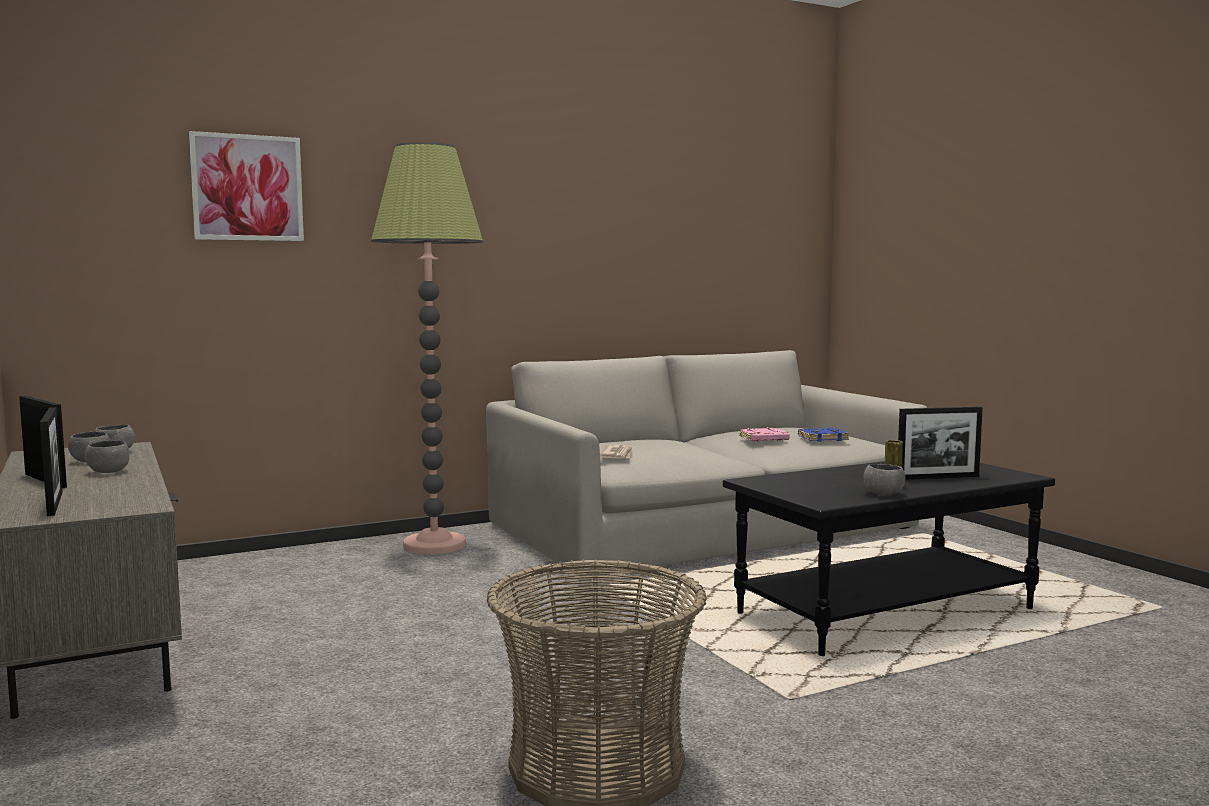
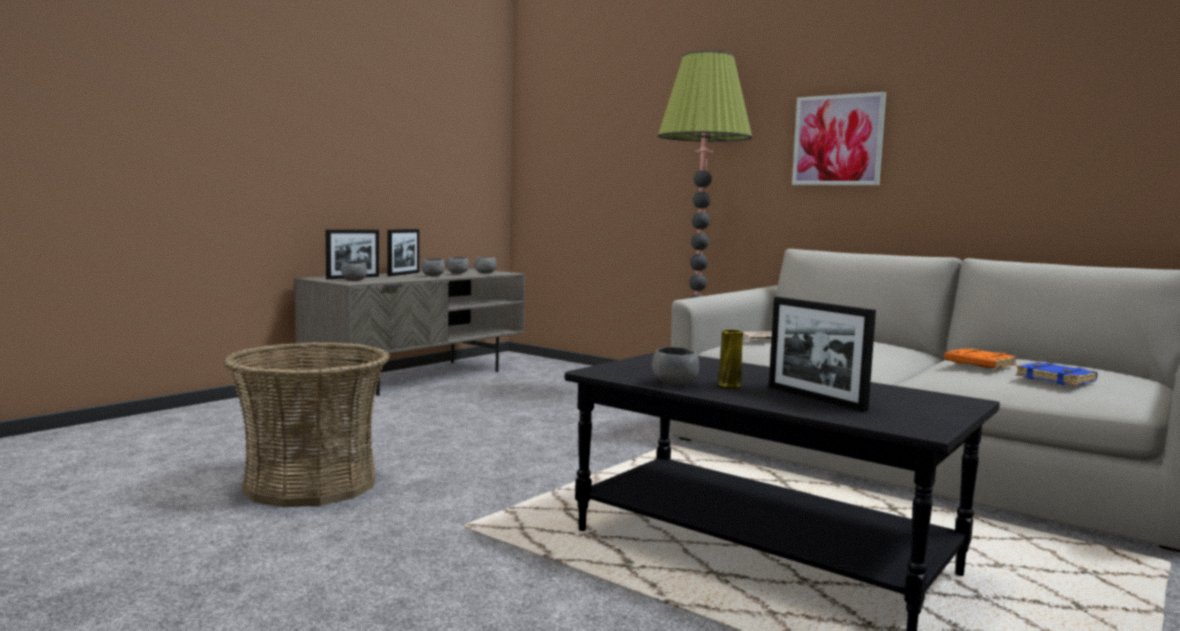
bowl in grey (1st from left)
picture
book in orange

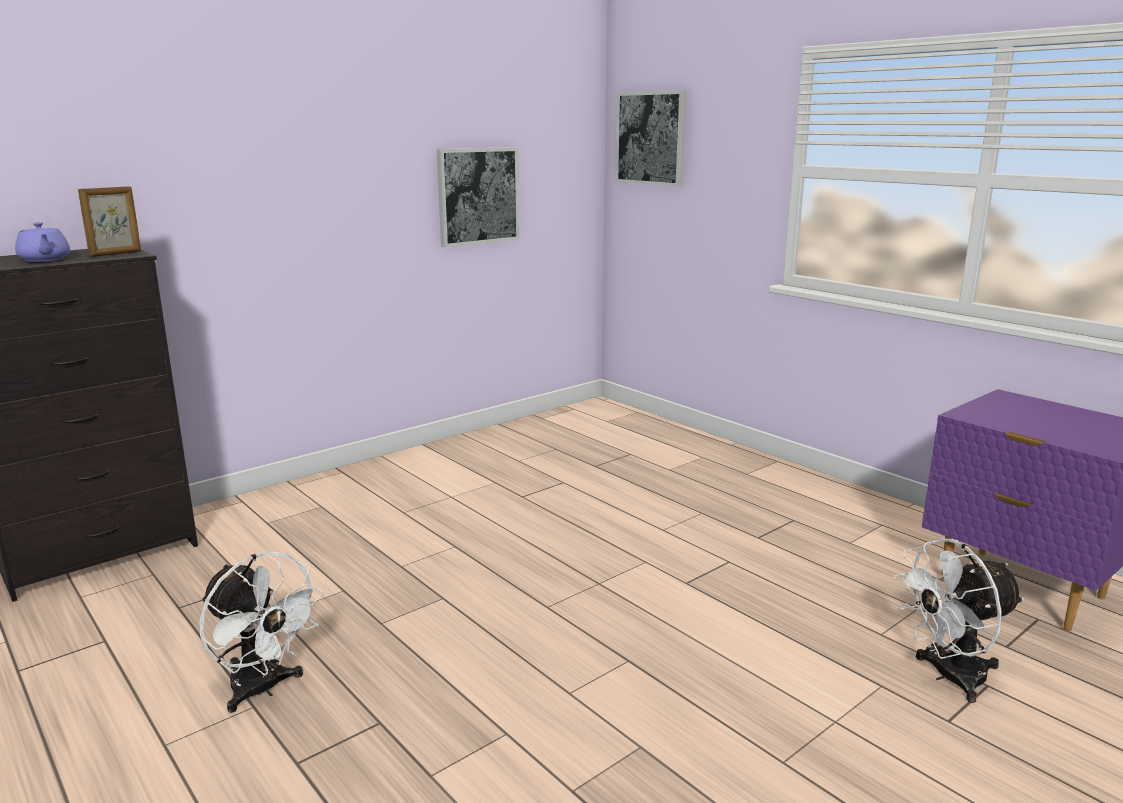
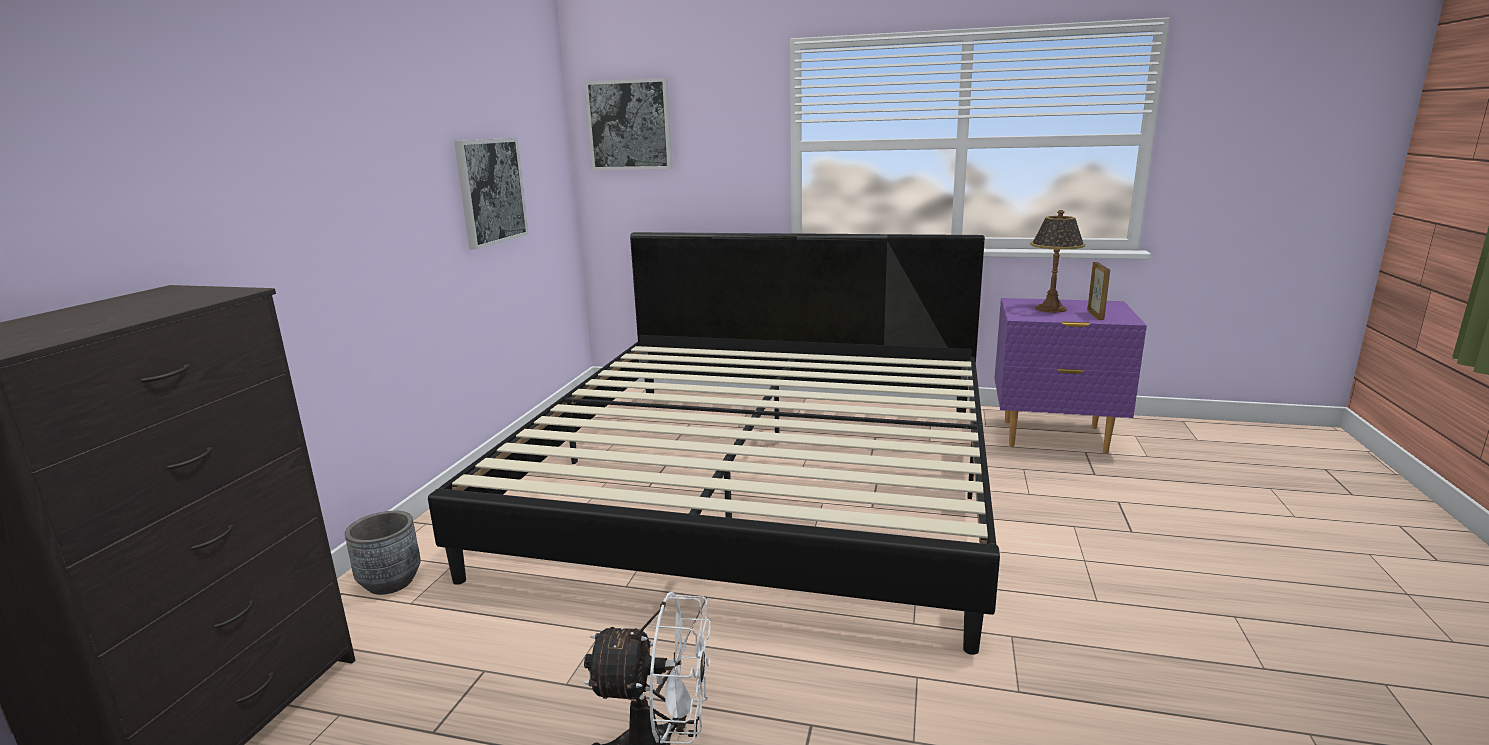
planter in grey
bed
table lamp
picture frame
teapot in purple
fan in white (2nd from left in the first image)

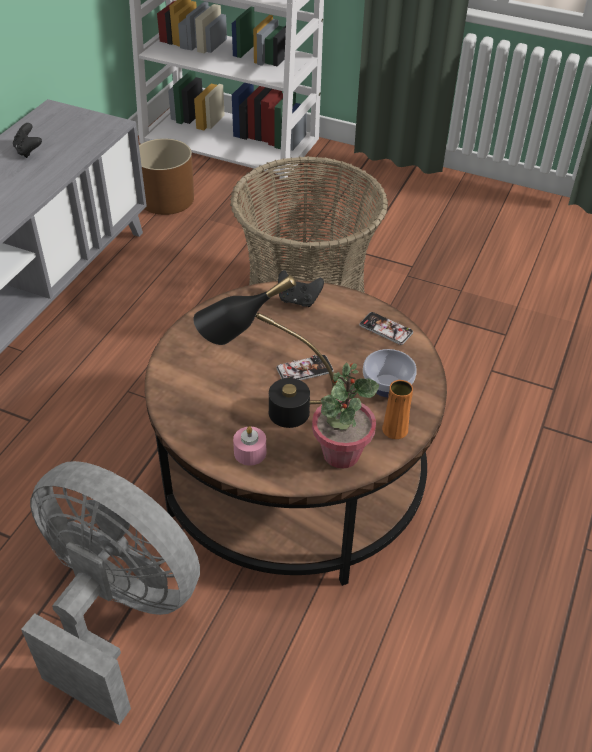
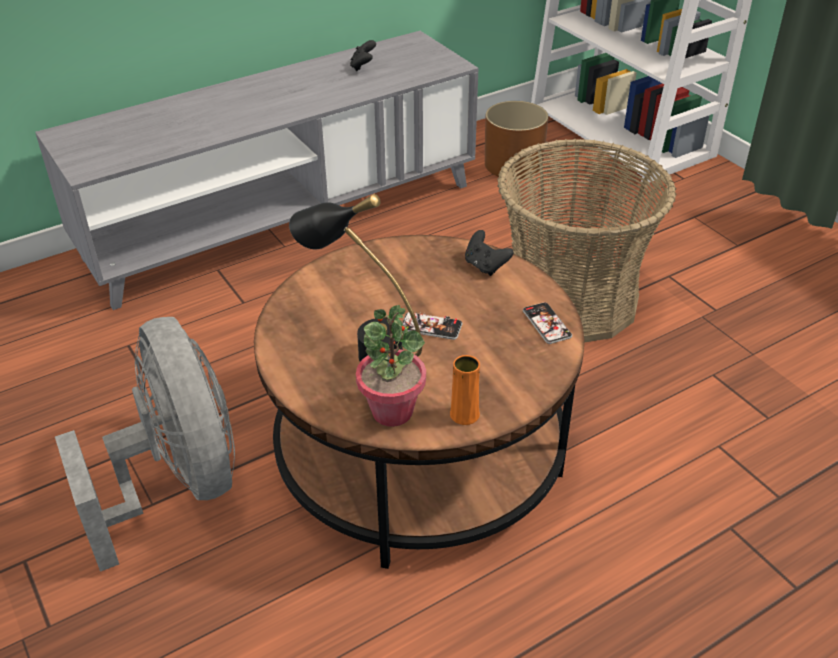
candle in pink
bowl

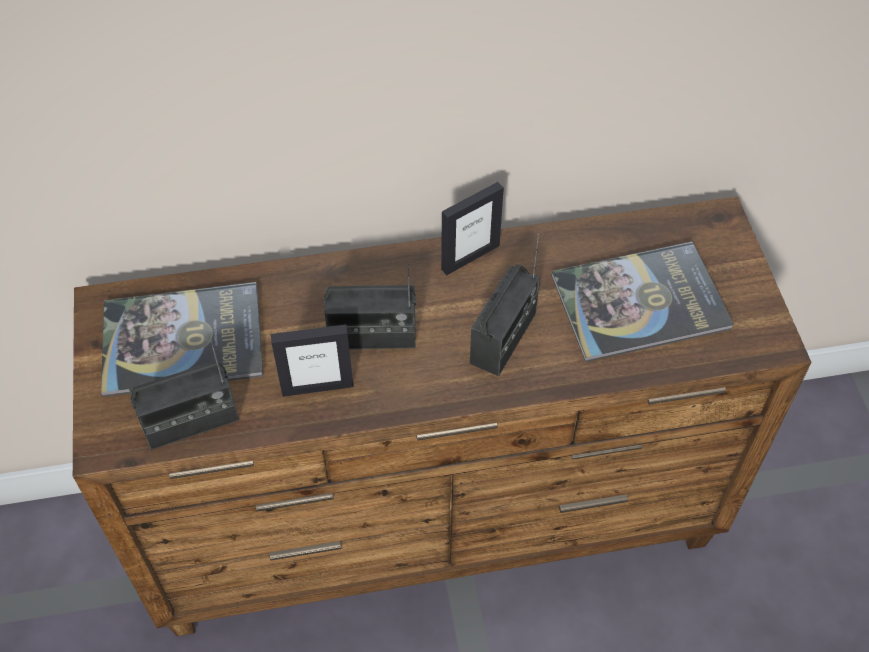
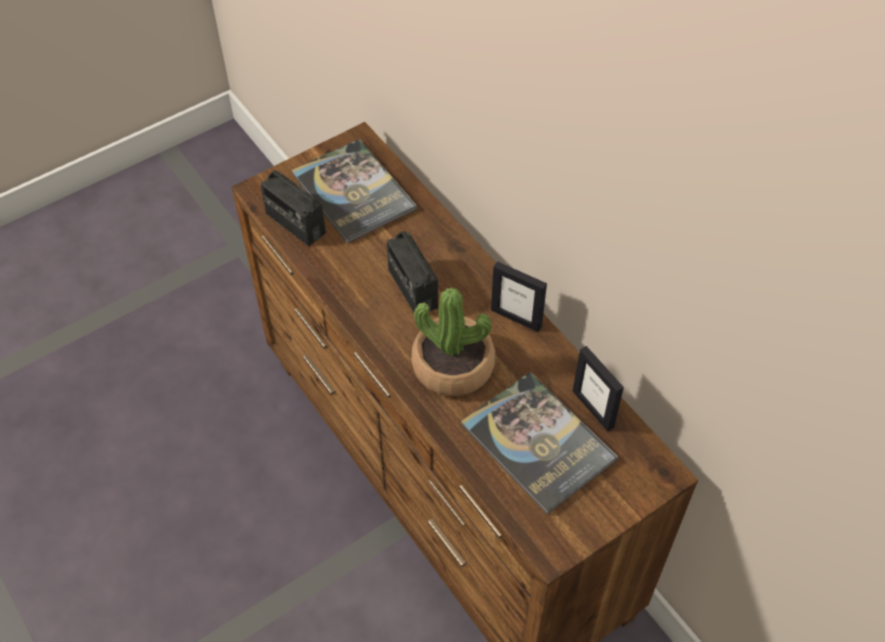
potted plant
picture frame (2nd from left)

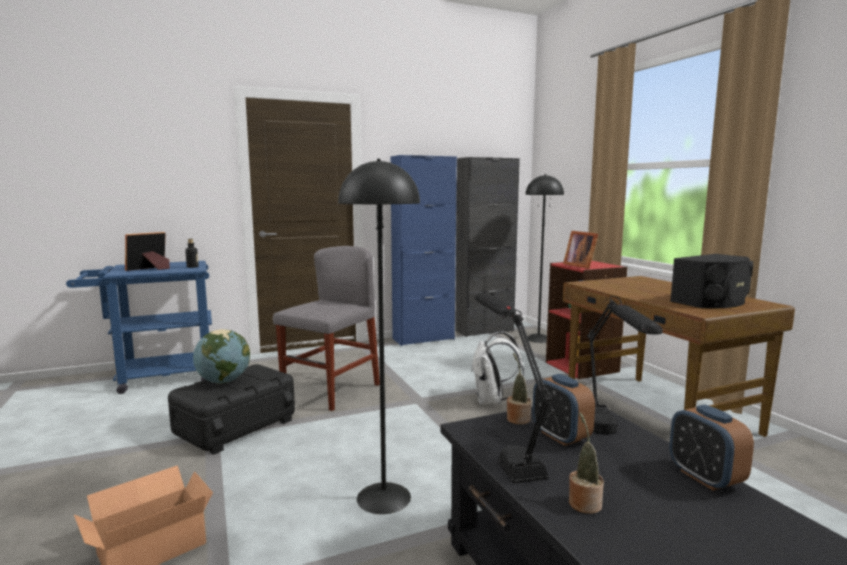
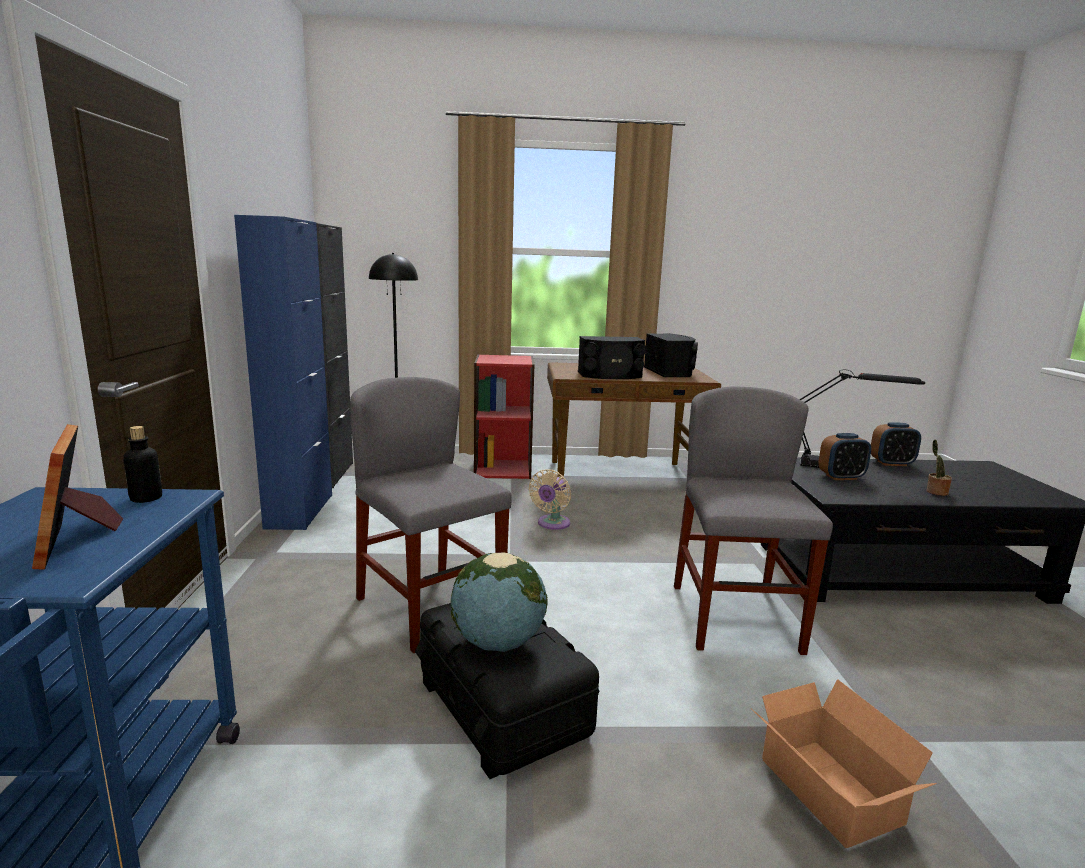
fan in beige
speaker in black (1st from left)
chair in grey (2nd from left)
table lamp in black (1st from left in the first image)
potted plant (1st from left in the first image)
picture frame (2nd from left in the first image)

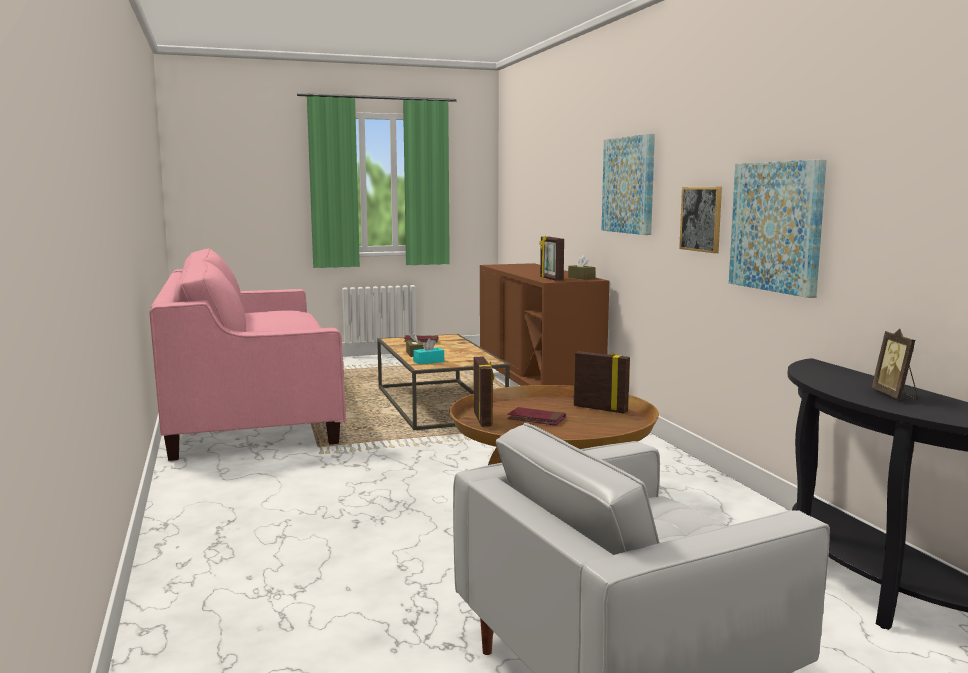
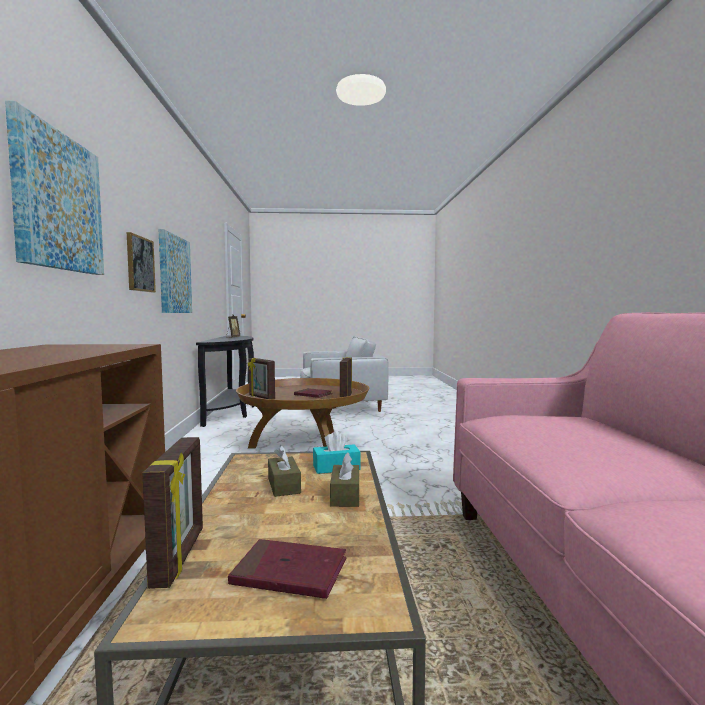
picture frame (1st from left)
tissue box in brown (1st from left)

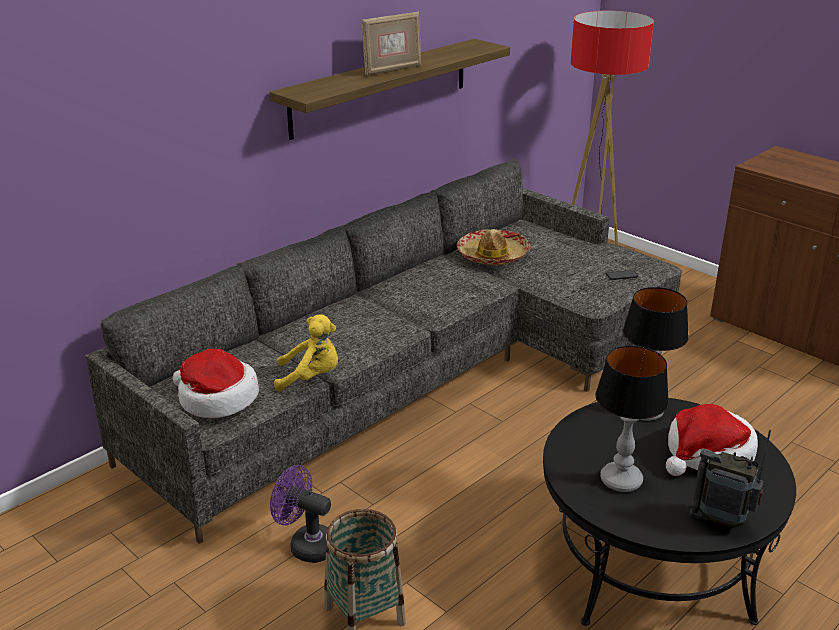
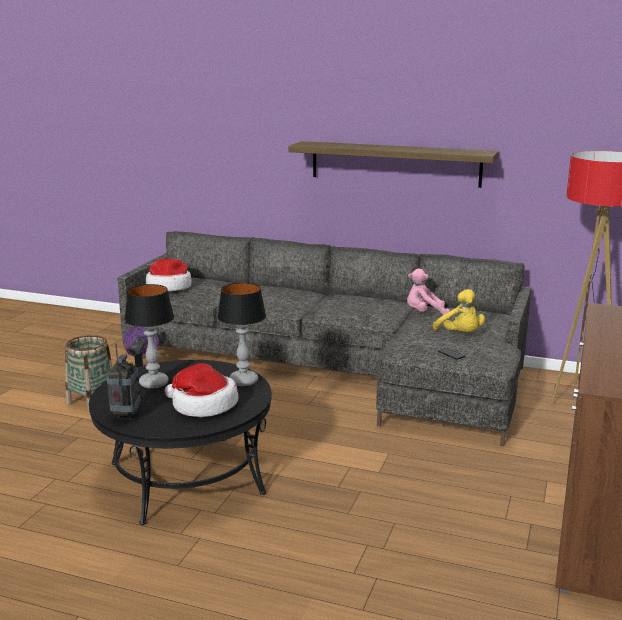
plush toy in pink
plush toy in yellow
picture frame

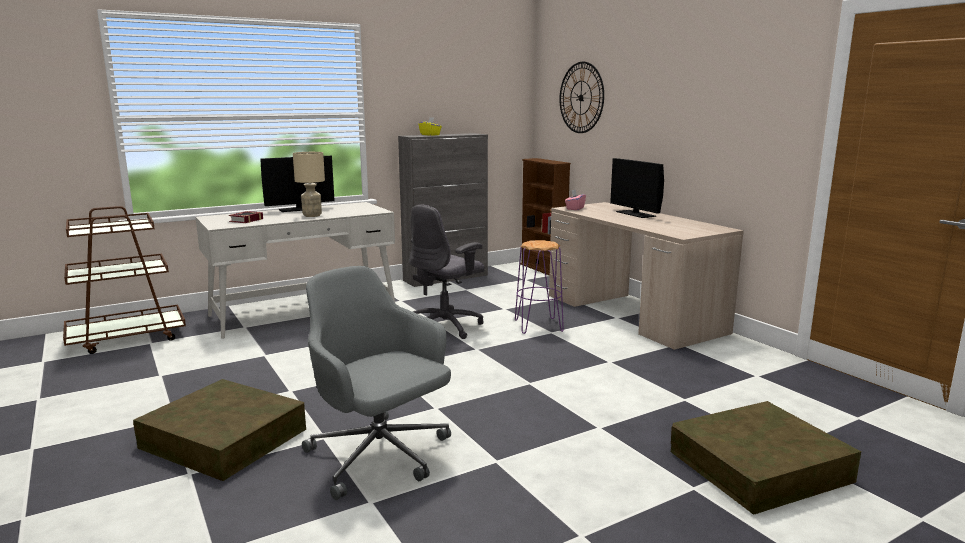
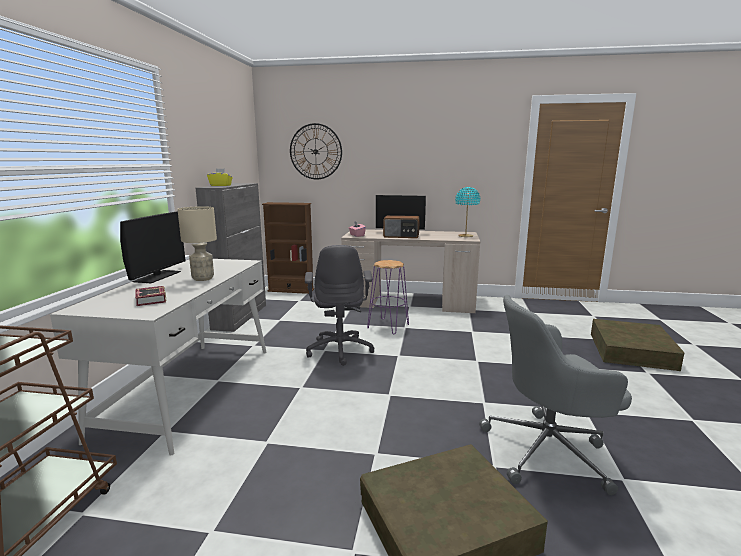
radio
table lamp in turquoise

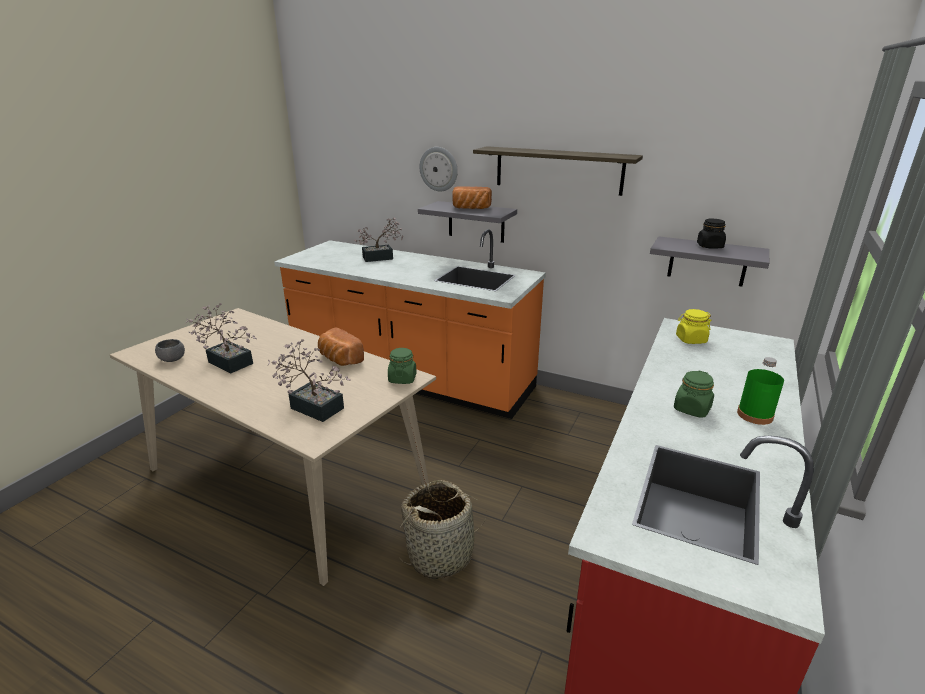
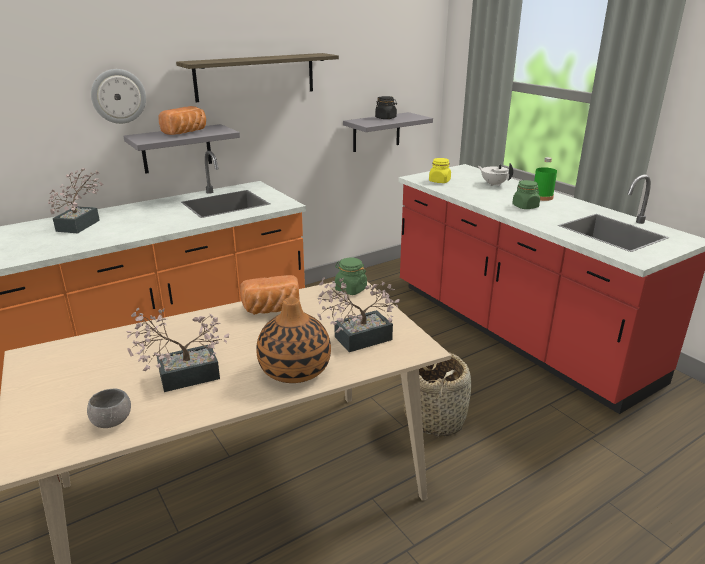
vase
teapot in white

